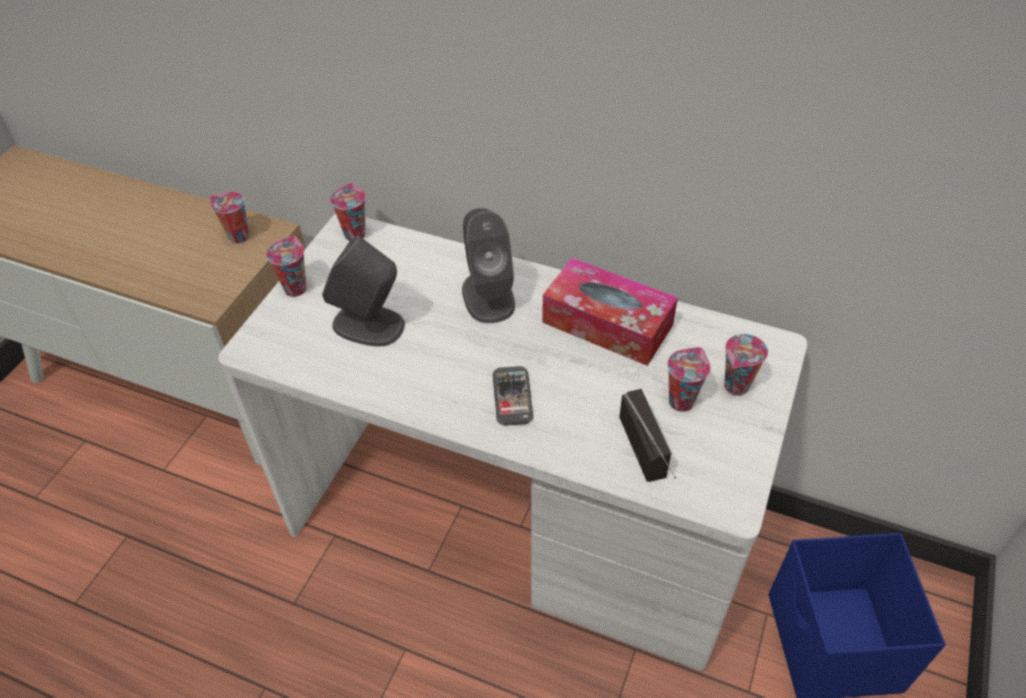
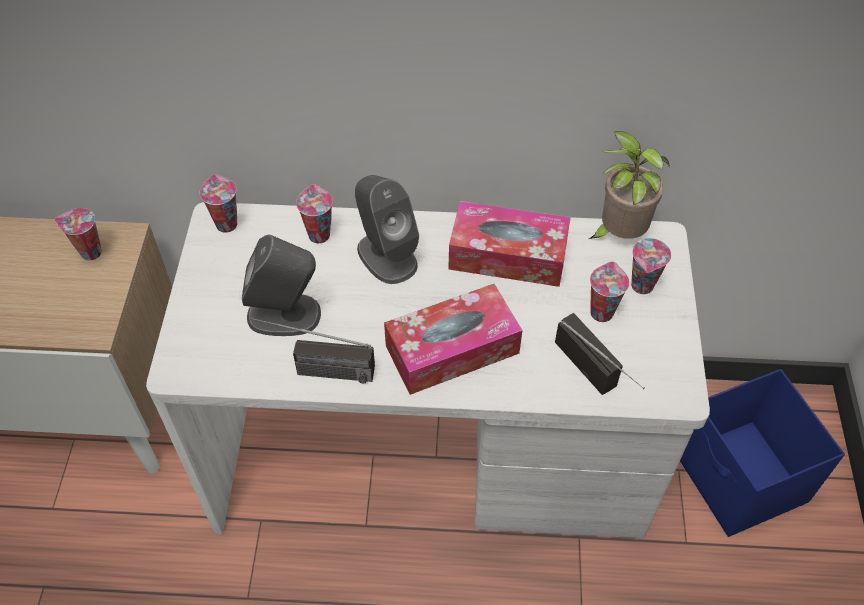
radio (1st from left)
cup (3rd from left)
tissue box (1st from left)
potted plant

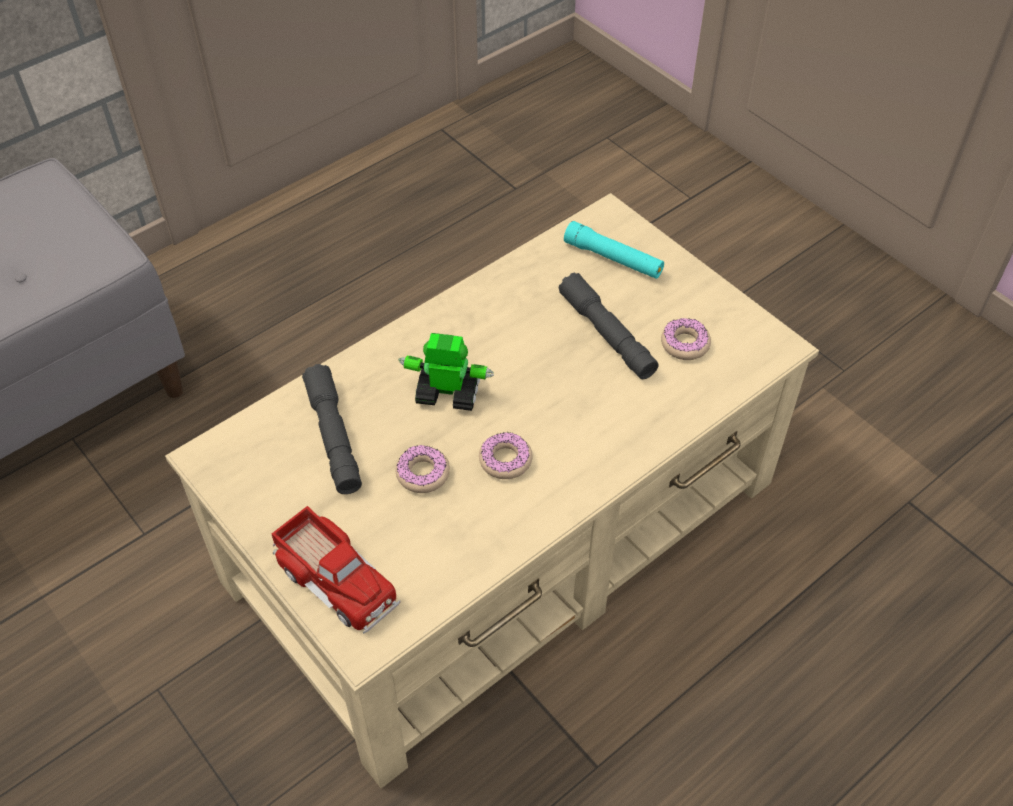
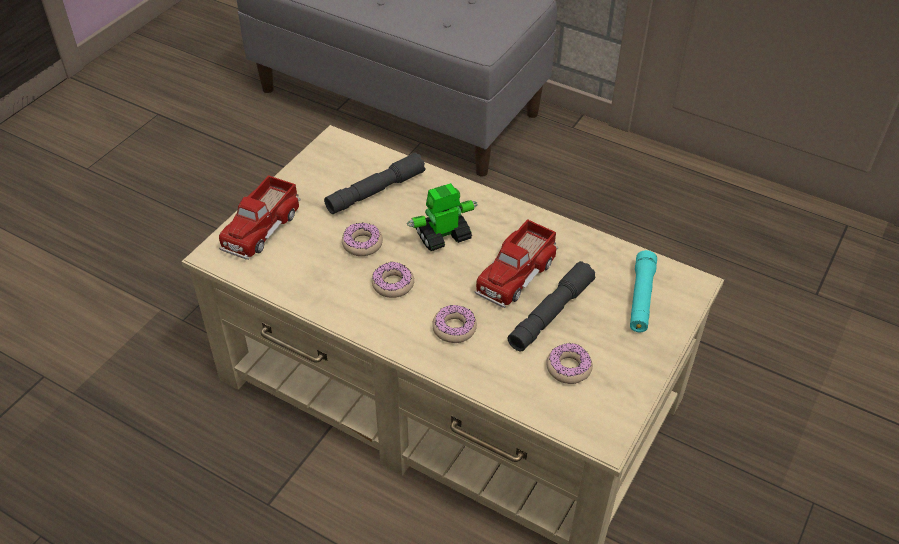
toy robot
donut (3rd from left)
toy truck (2nd from left)

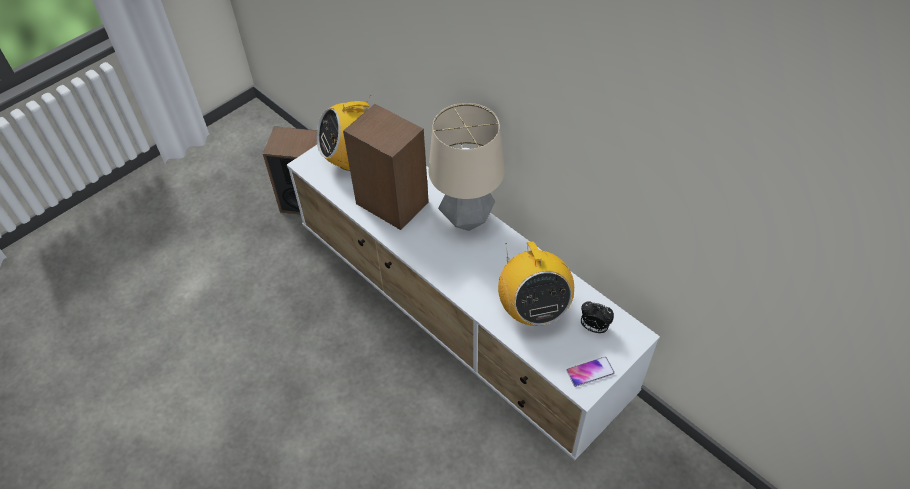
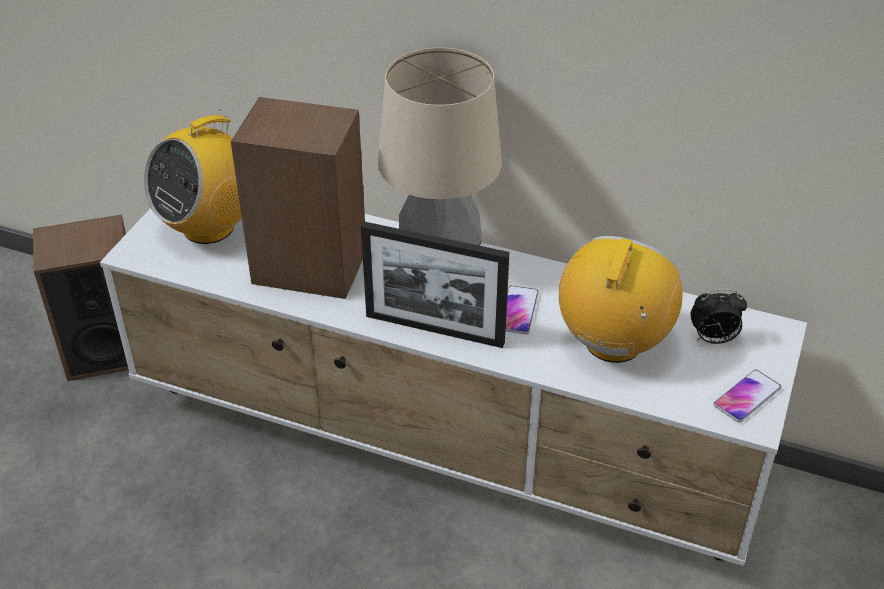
picture frame
phone (1st from left)
radio (2nd from left)

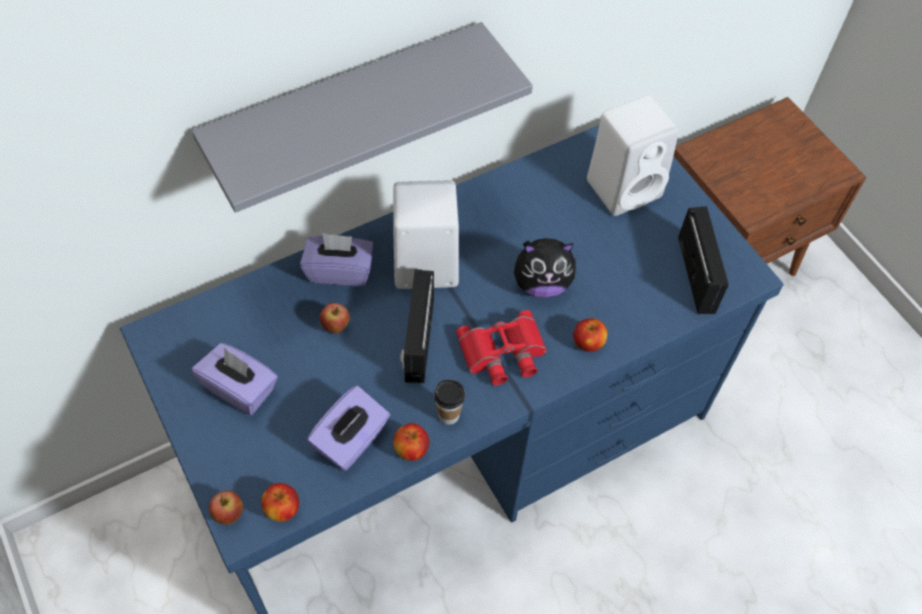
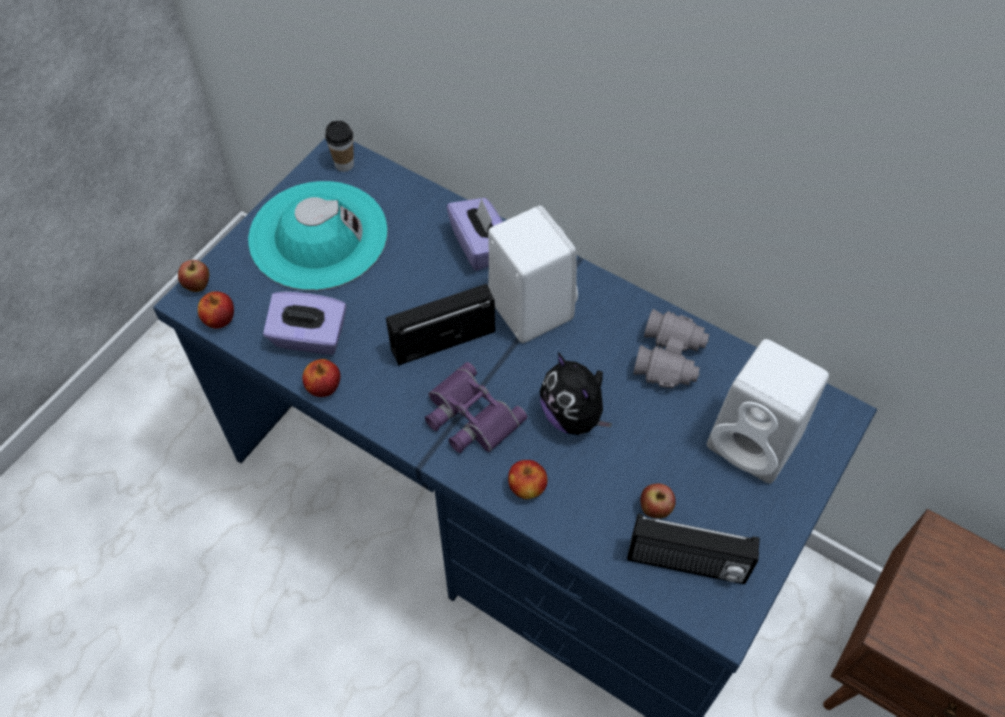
hat in turquoise
cup
binoculars in purple
radio (2nd from left)
binoculars in grey
apple (5th from left)
shelf in grey

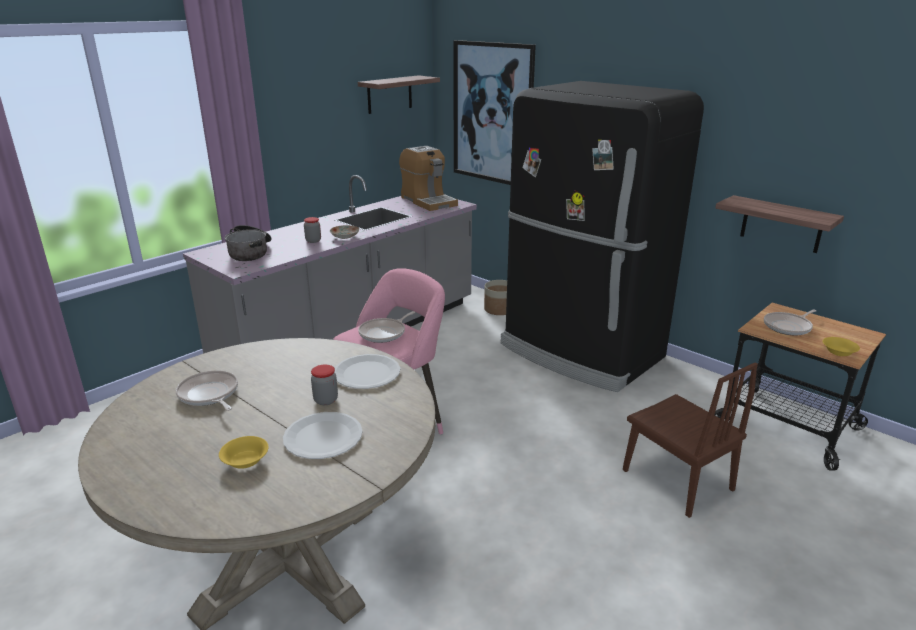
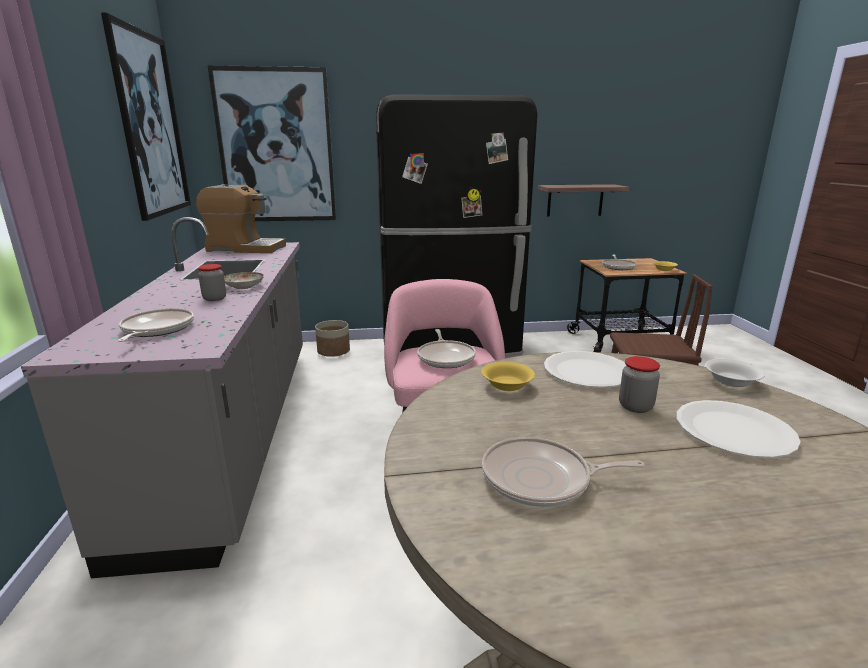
picture (1st from left)
frying pan (1st from left)
bowl in yellow (1st from left)
bowl in white

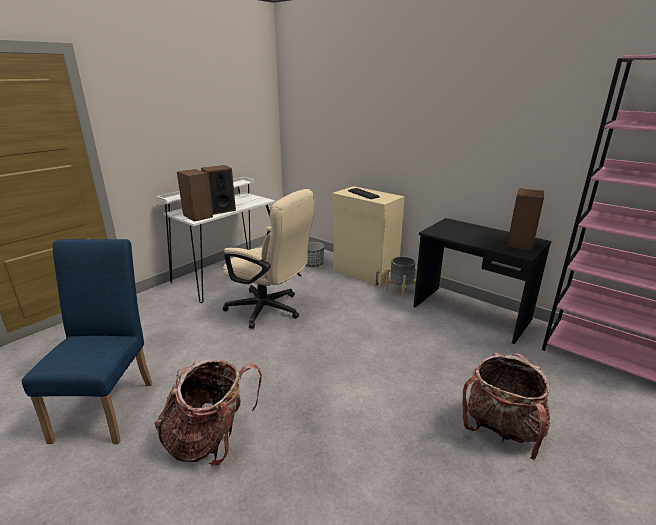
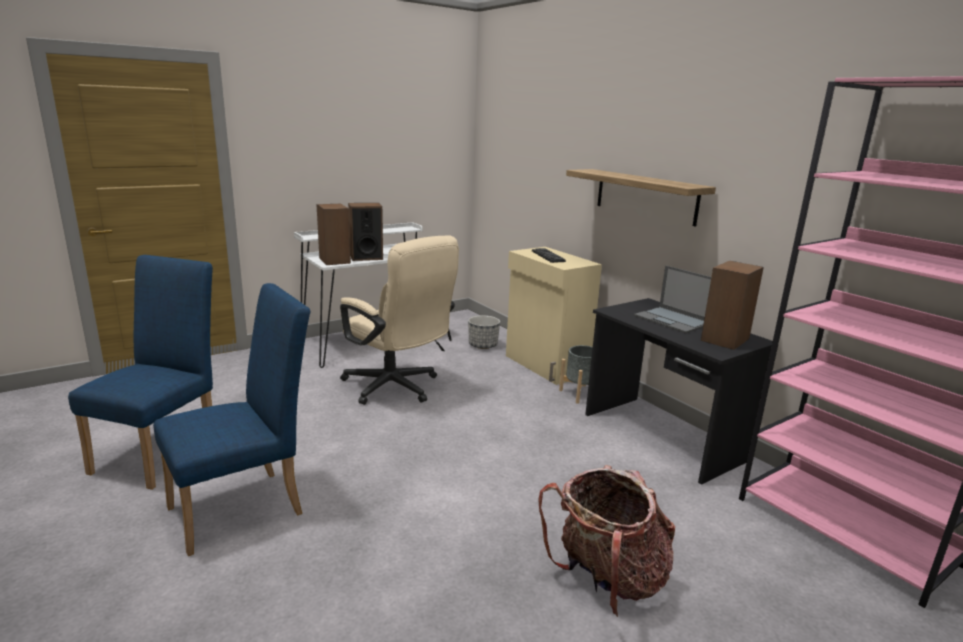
chair in blue (2nd from left)
shelf
laptop

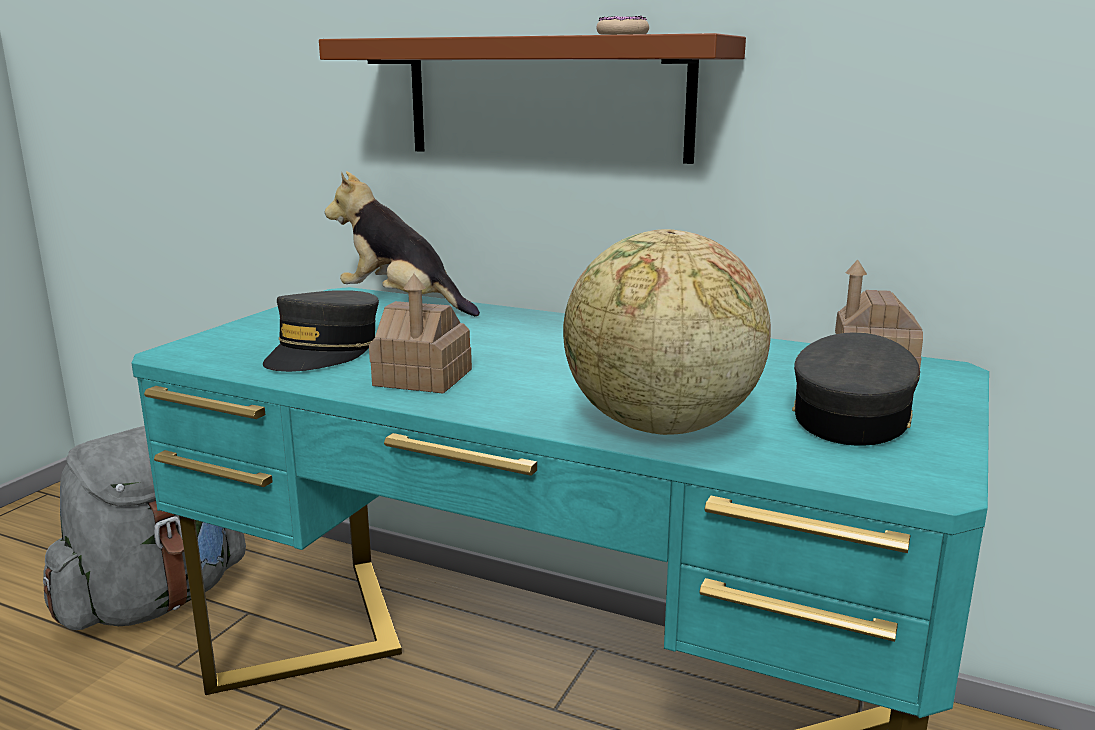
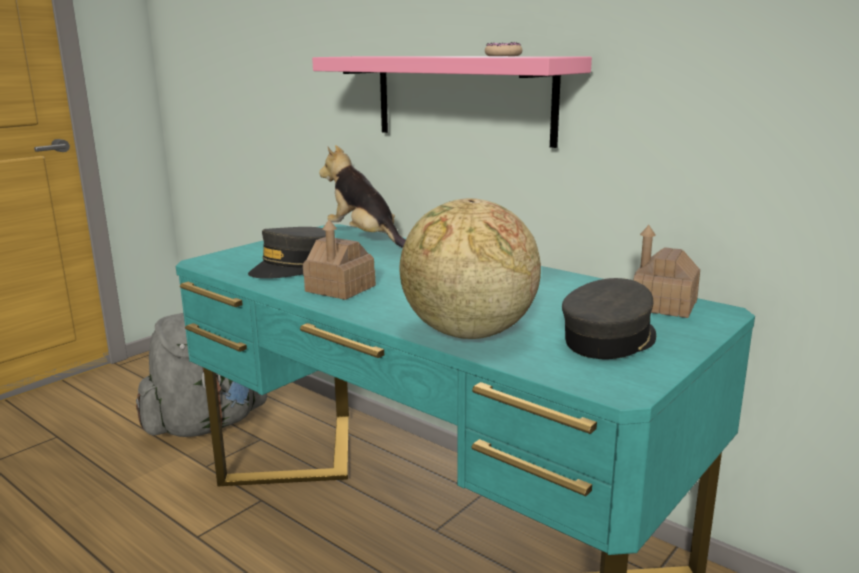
shelf in pink

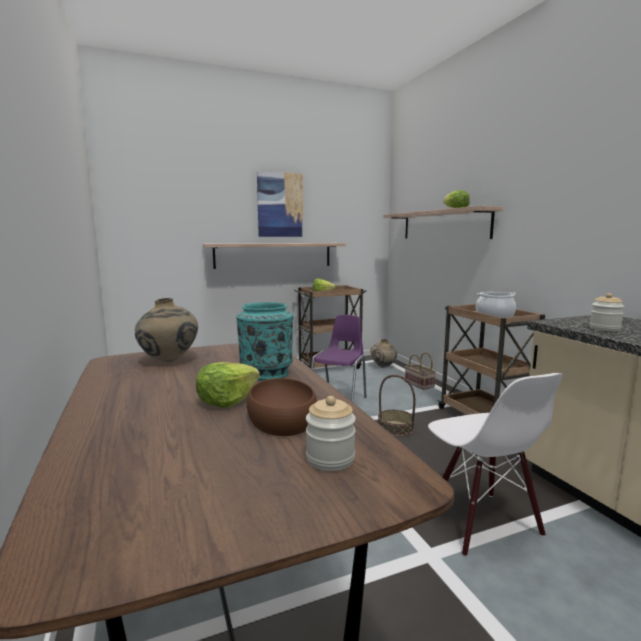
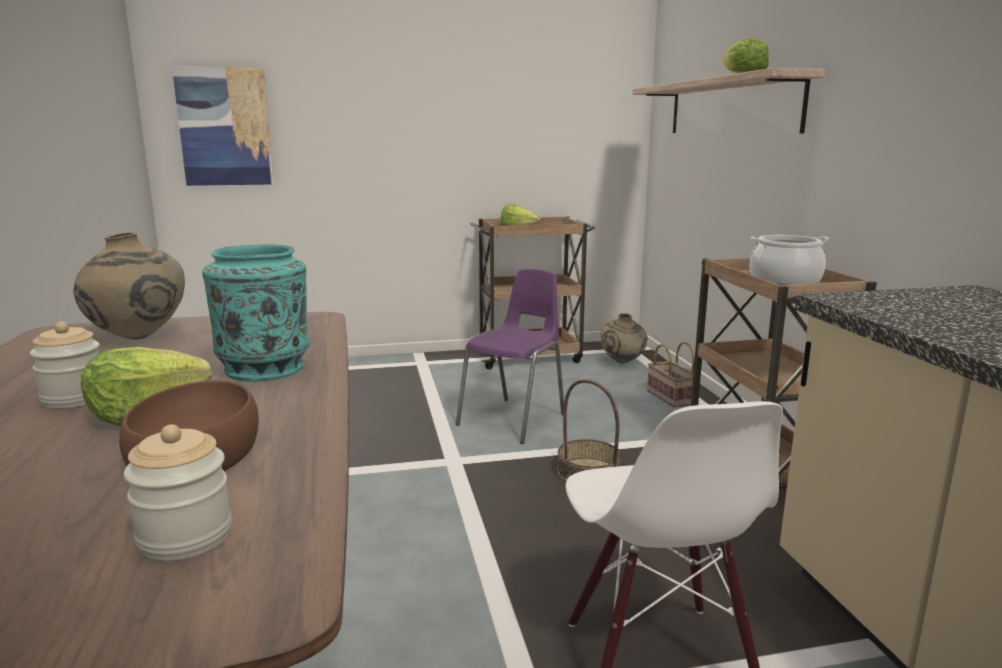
jar (1st from left)
picture
shelf (1st from left in the first image)

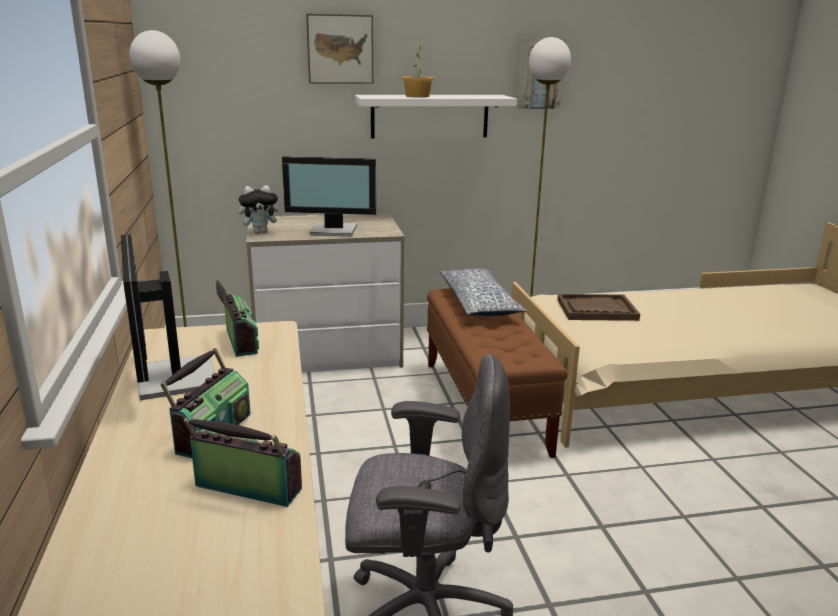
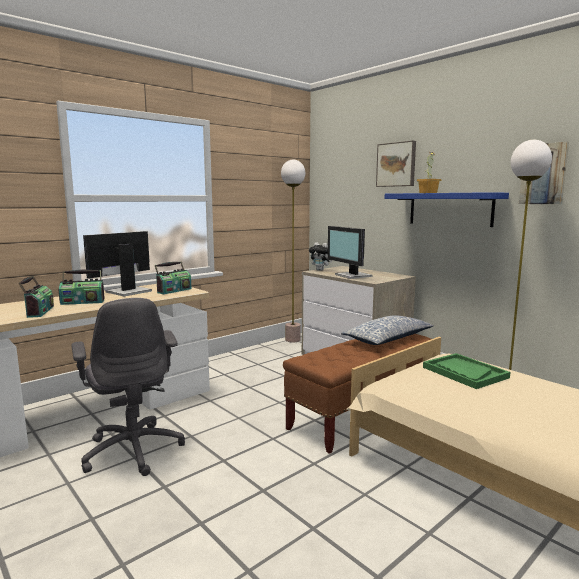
shelf in blue
tray in green

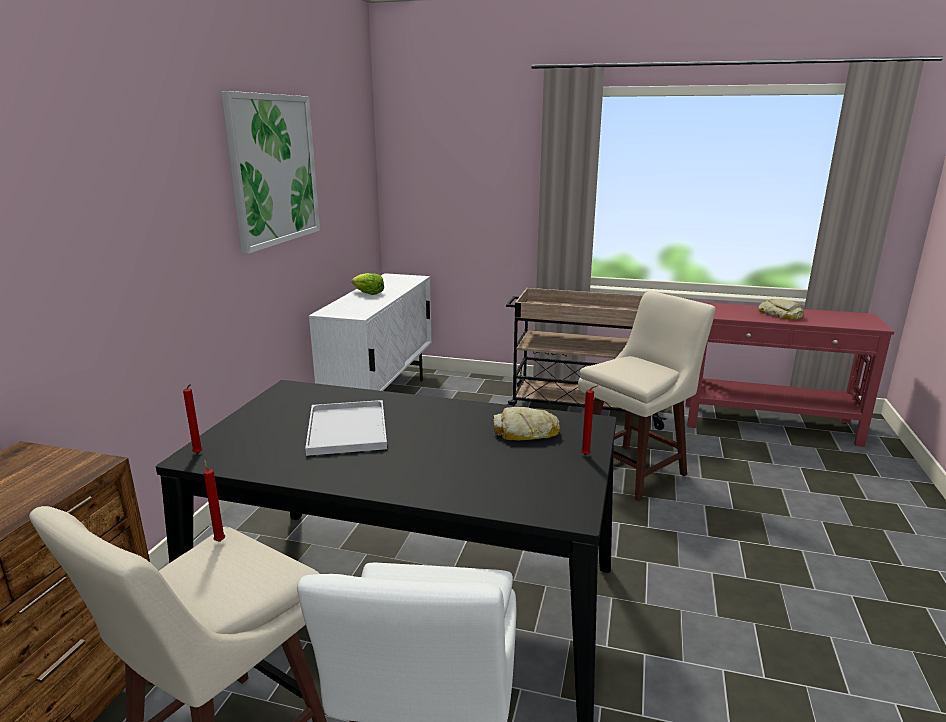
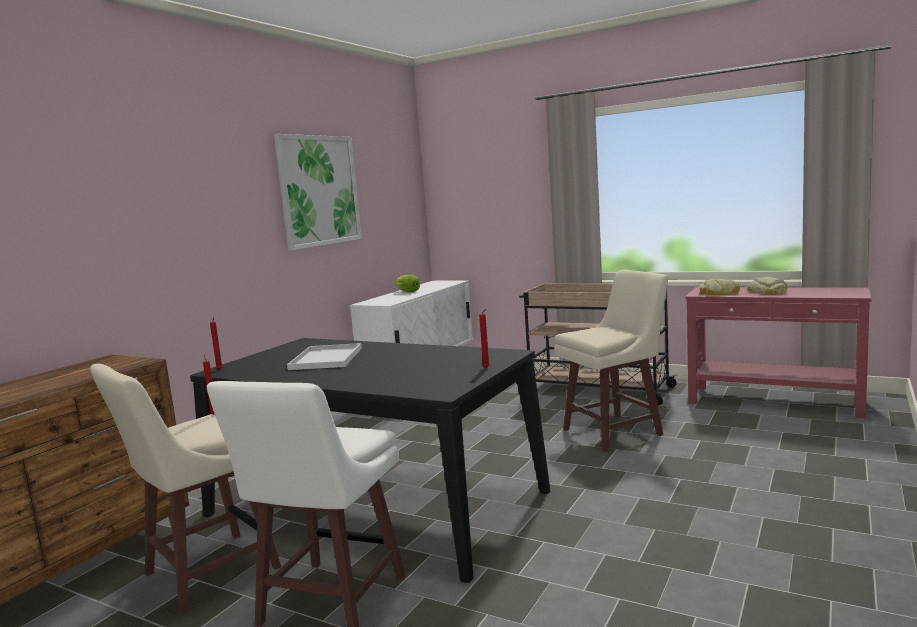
bread (1st from left)

